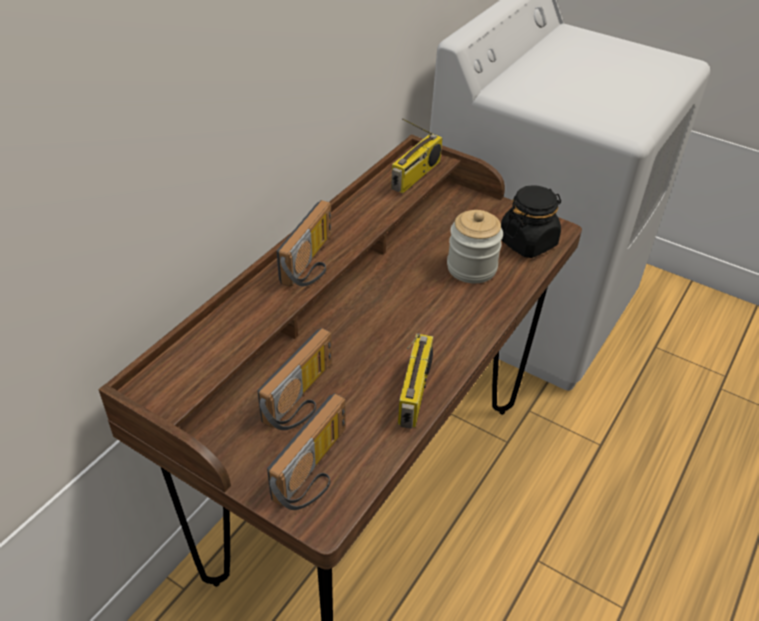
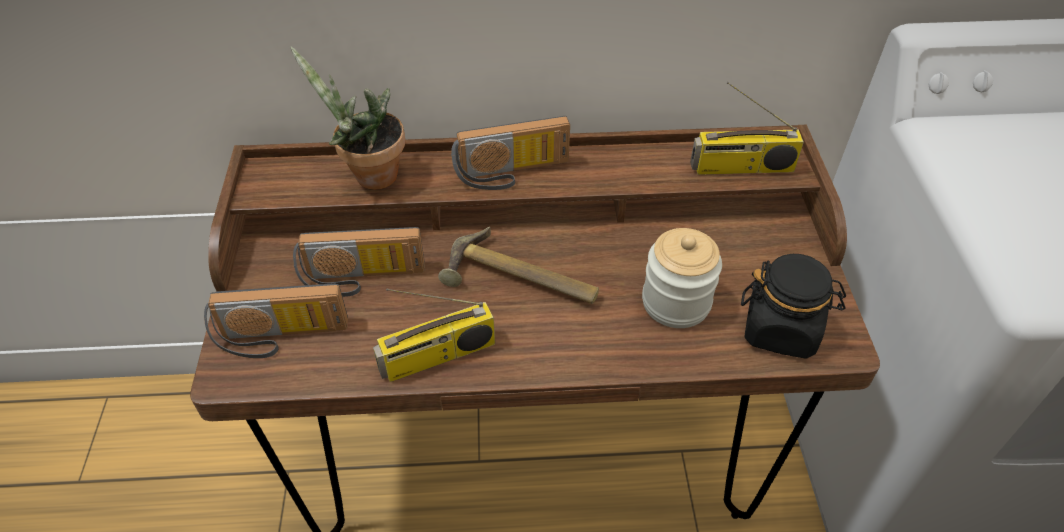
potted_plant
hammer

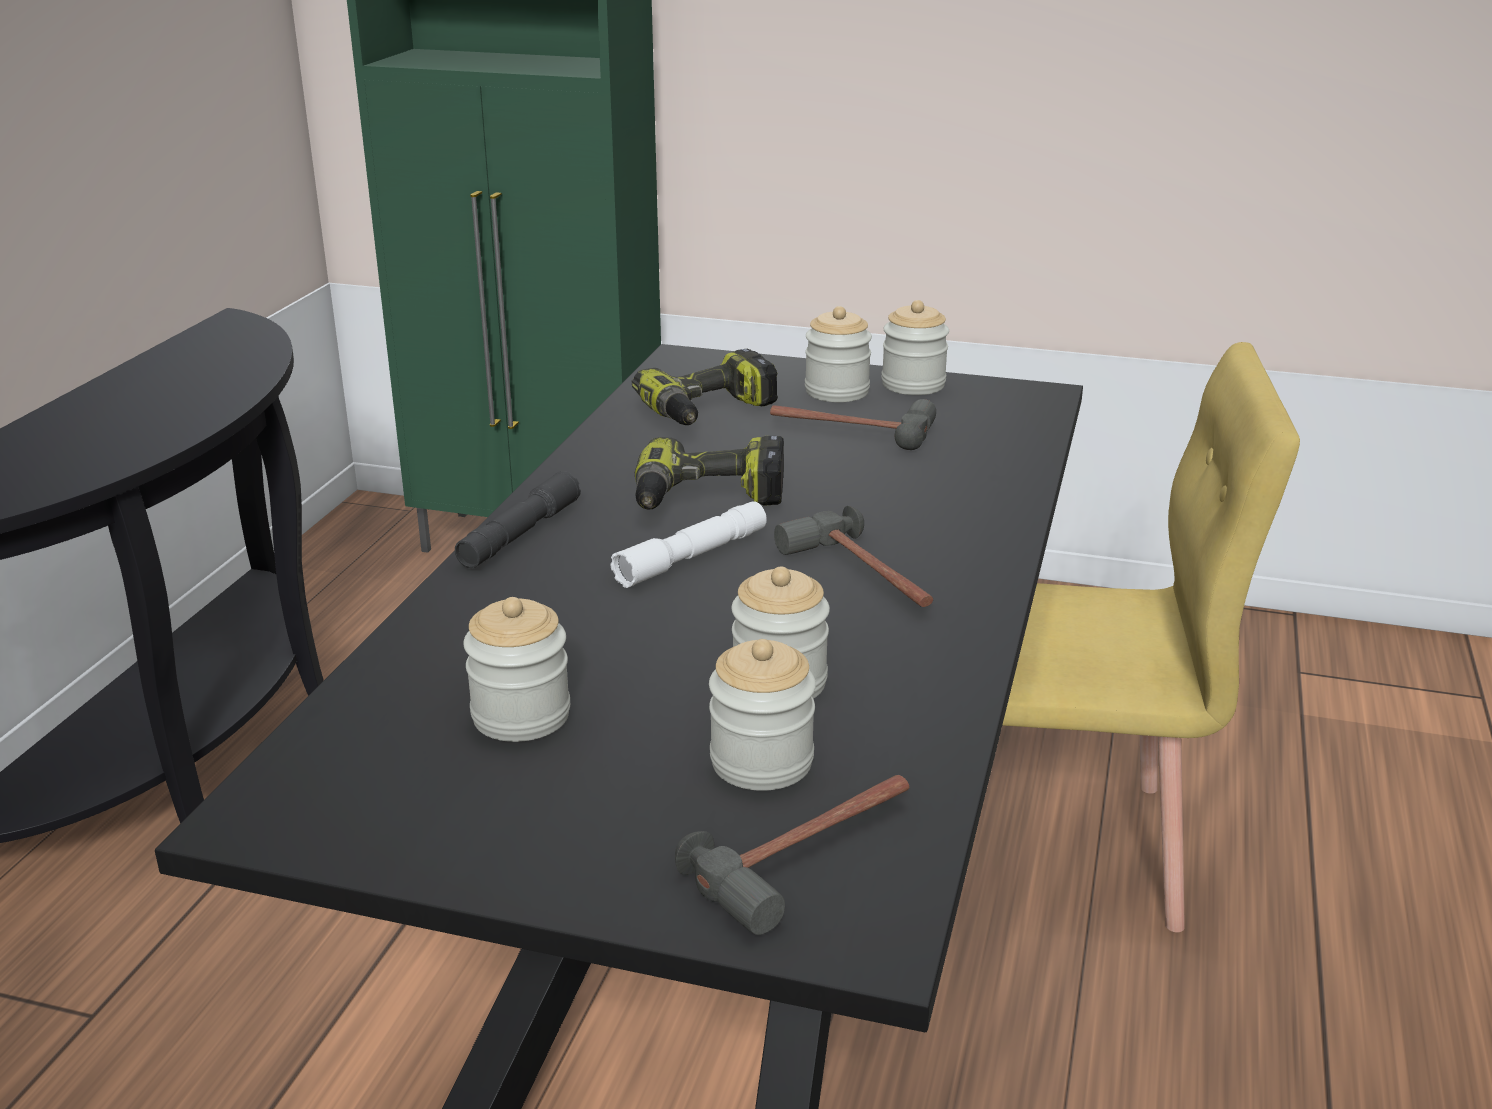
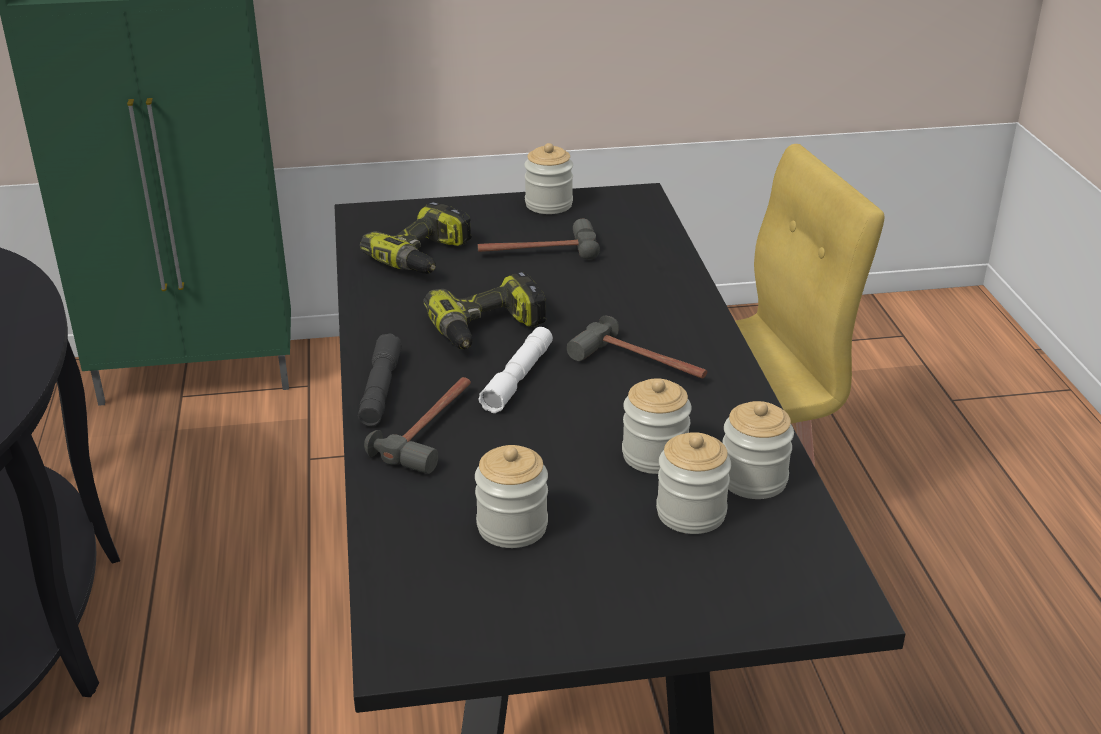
jar (5th from left)
hammer (1st from left)

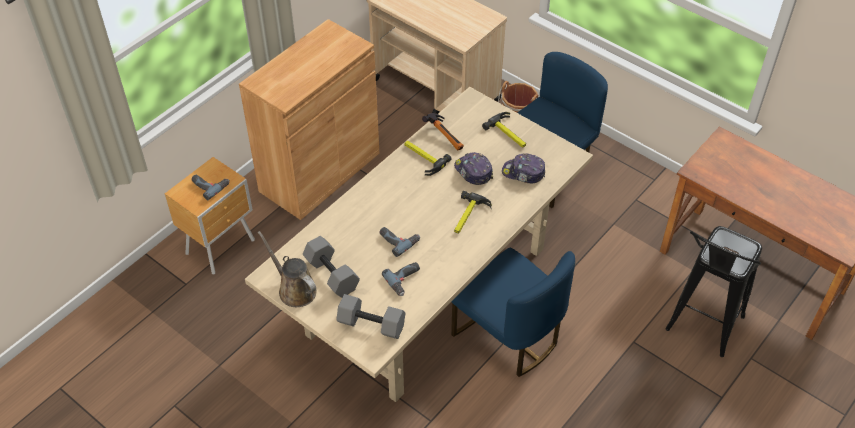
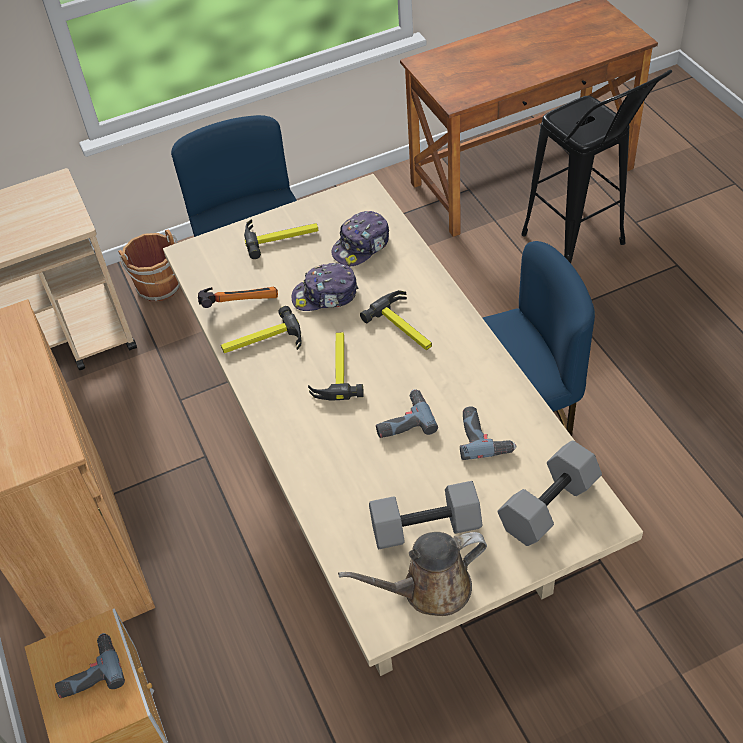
hammer (4th from left)

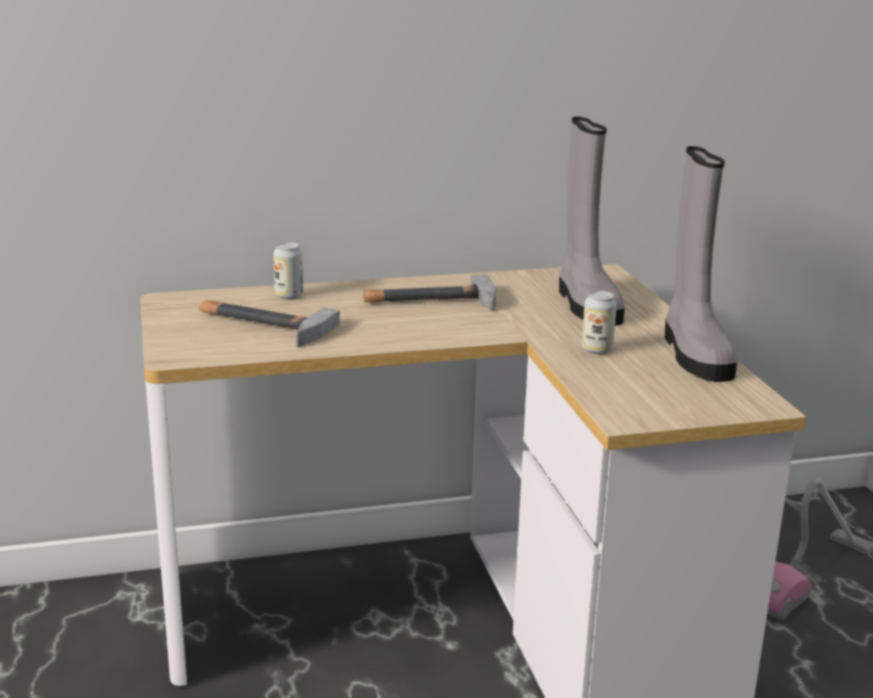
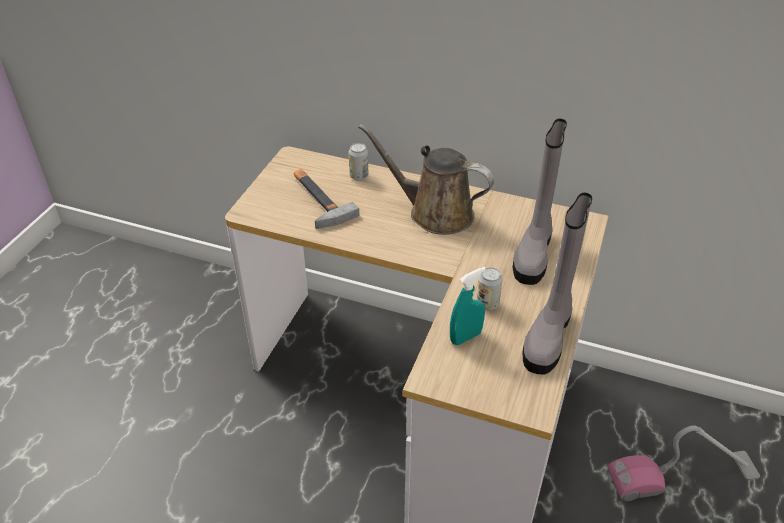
brown_watering_can
turquoise_spray_bottle

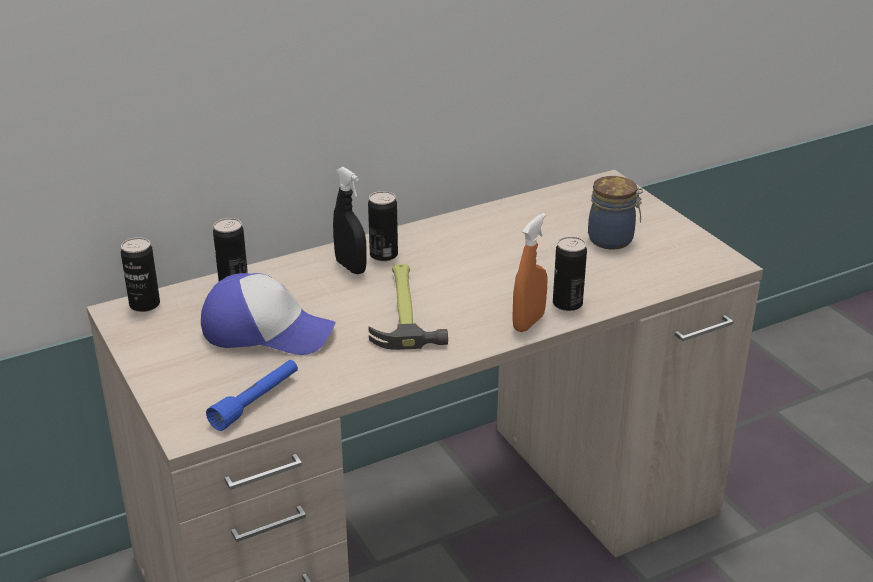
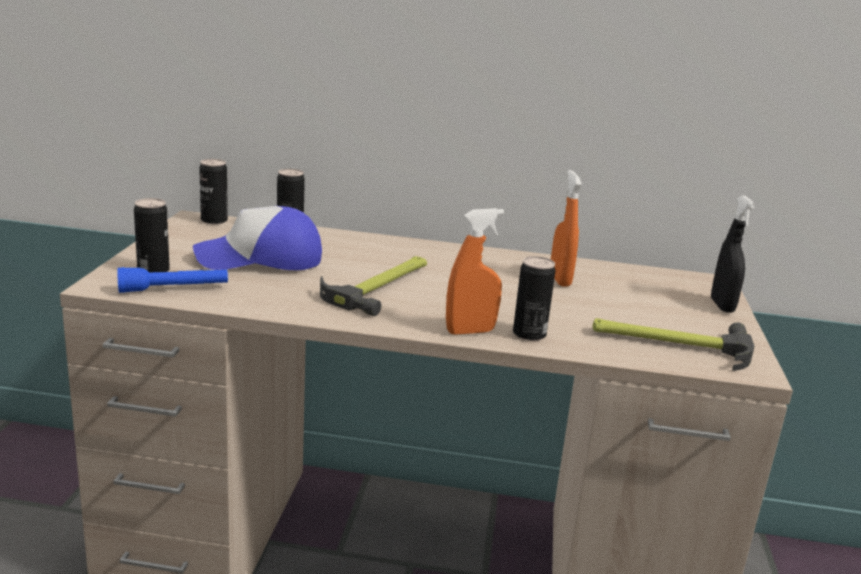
black_spray_bottle
jar
can (1st from left)
cap
orange_spray_bottle (2nd from left)
hammer (2nd from left)

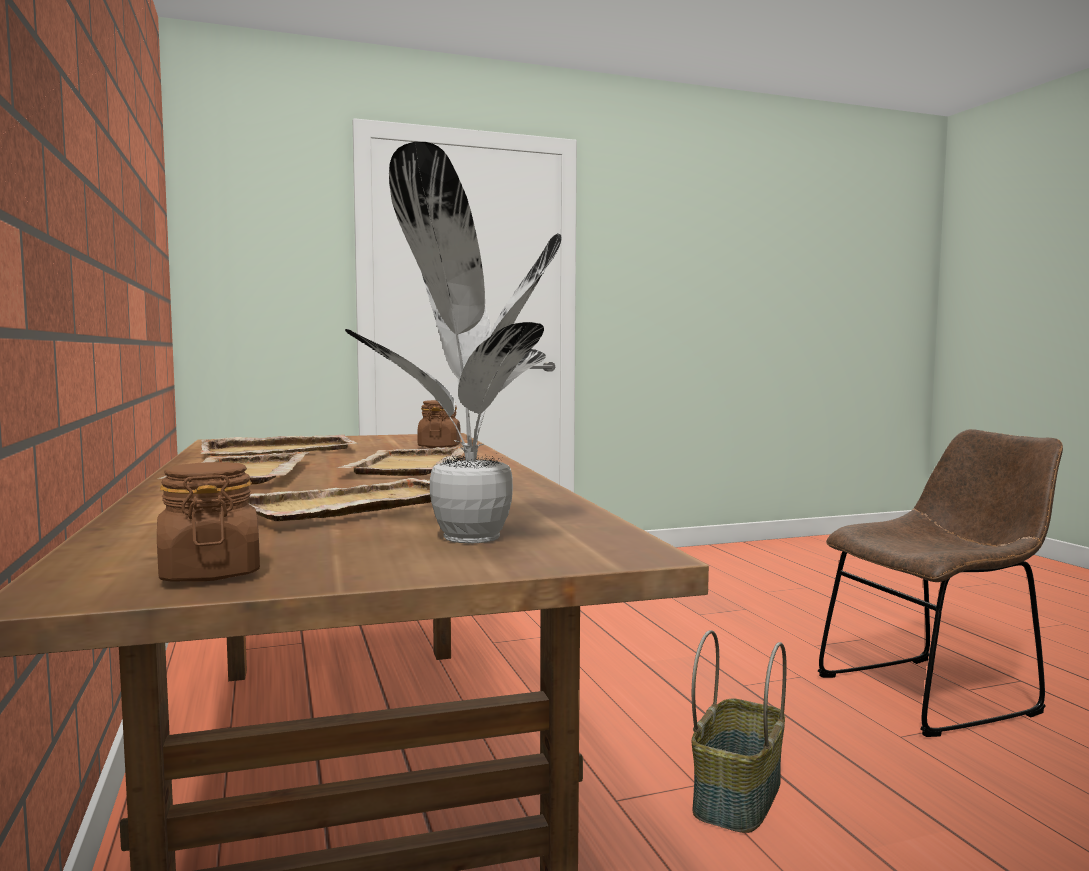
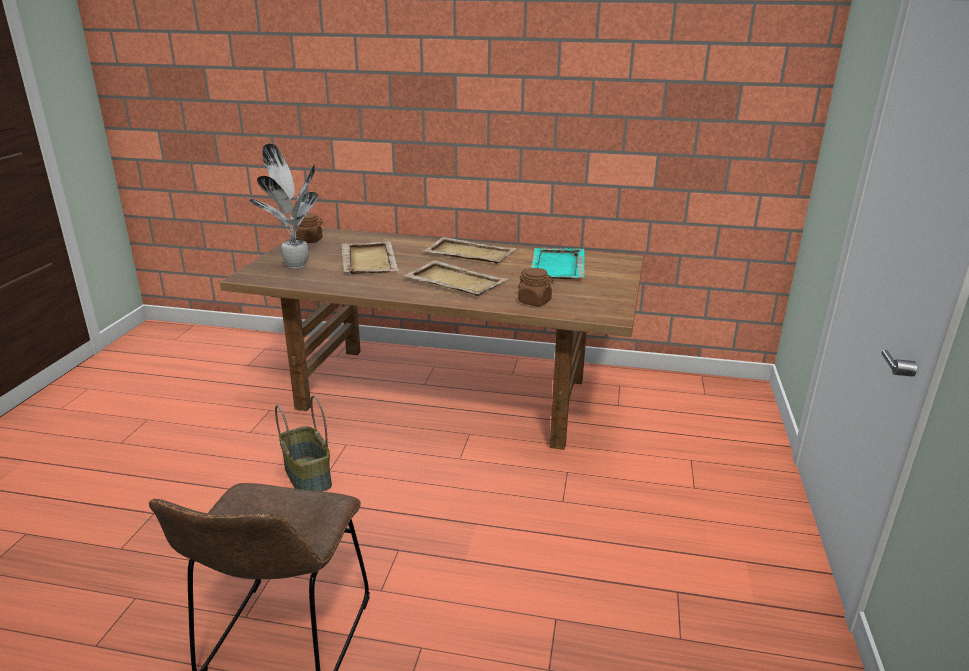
turquoise_tray

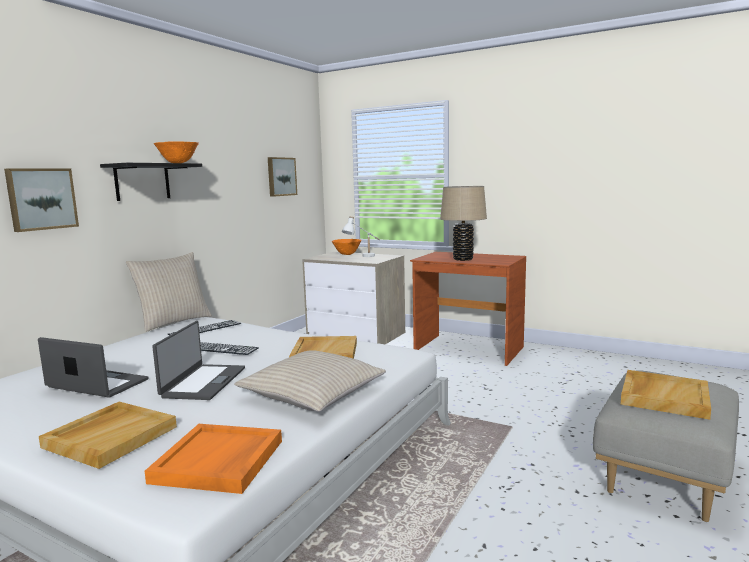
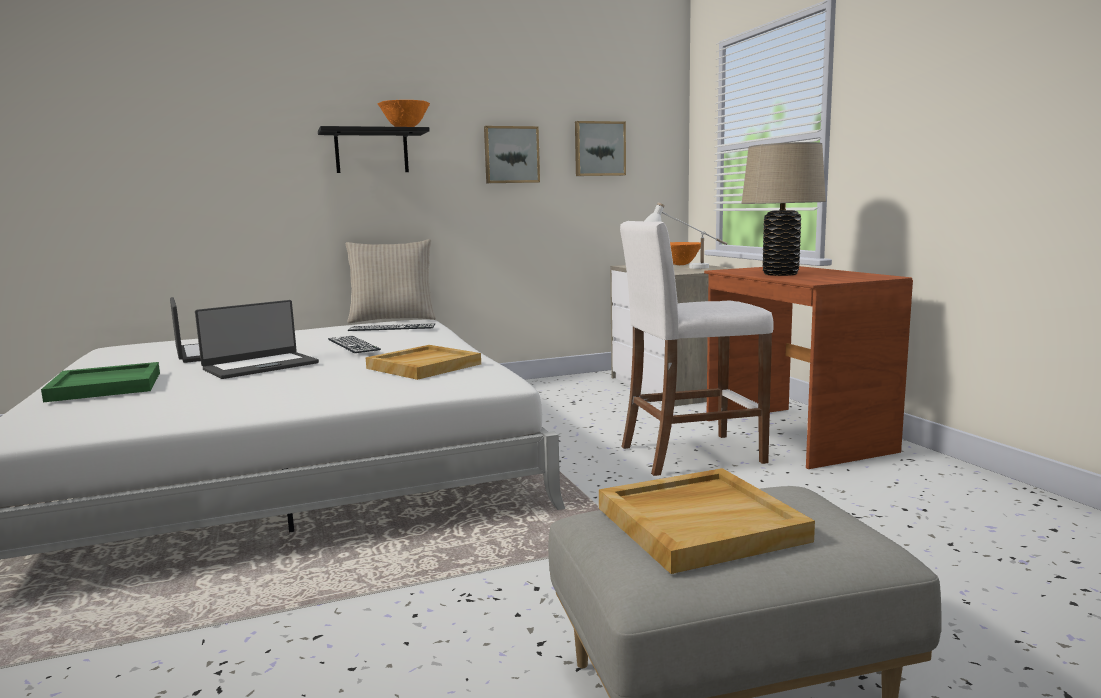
picture (1st from left)
beige_pillow (2nd from left in the first image)
green_tray
orange_tray
white_stool

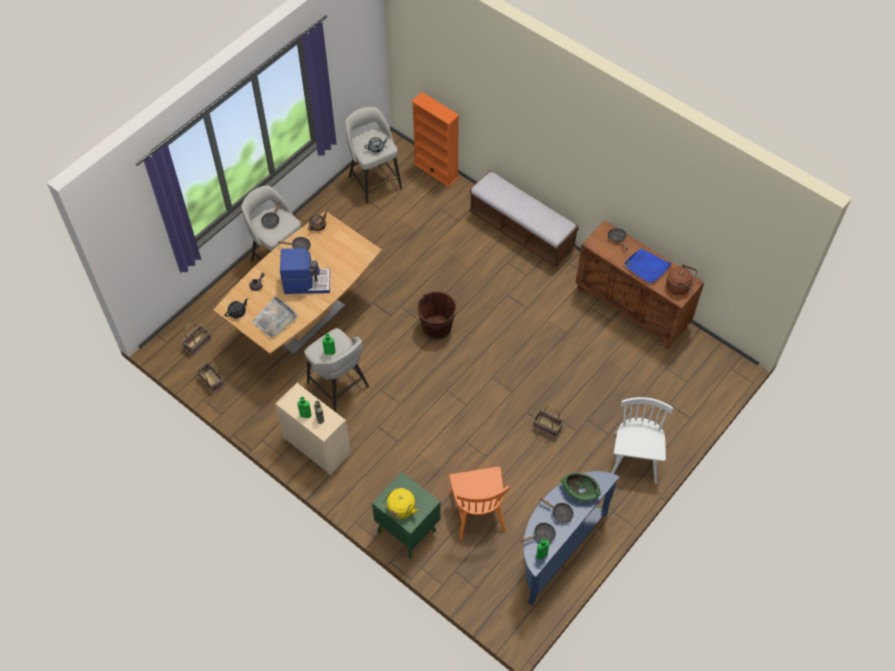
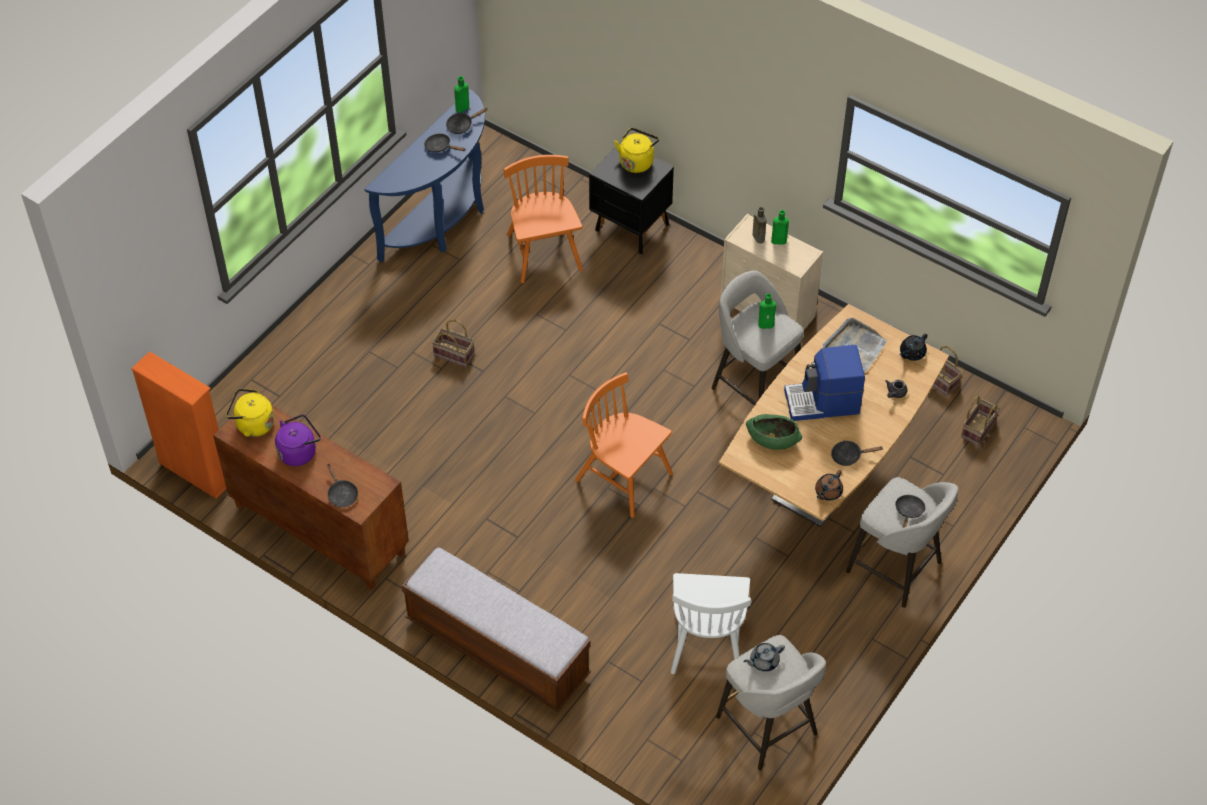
orange_bookcase
purple_kettle
yellow_kettle (1st from left)
orange_chair (2nd from left)
white_chair
black_nightstand
green_bowl

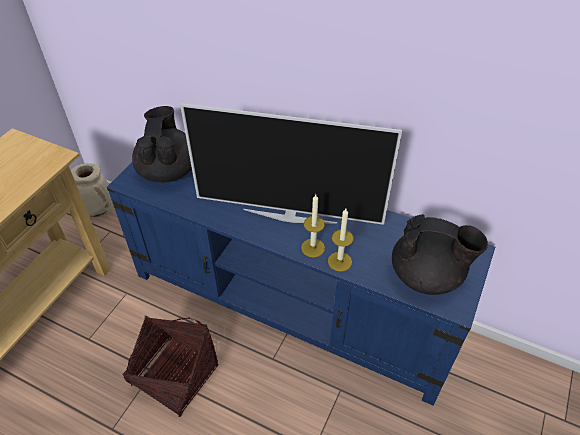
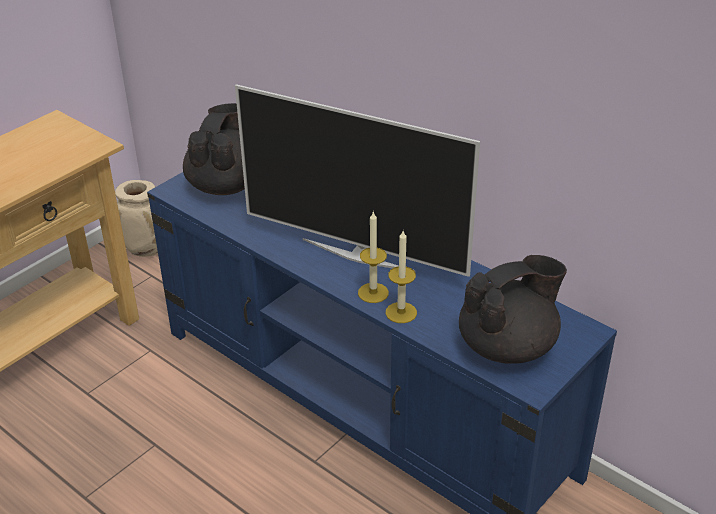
black_teapot (2nd from left)
basket

